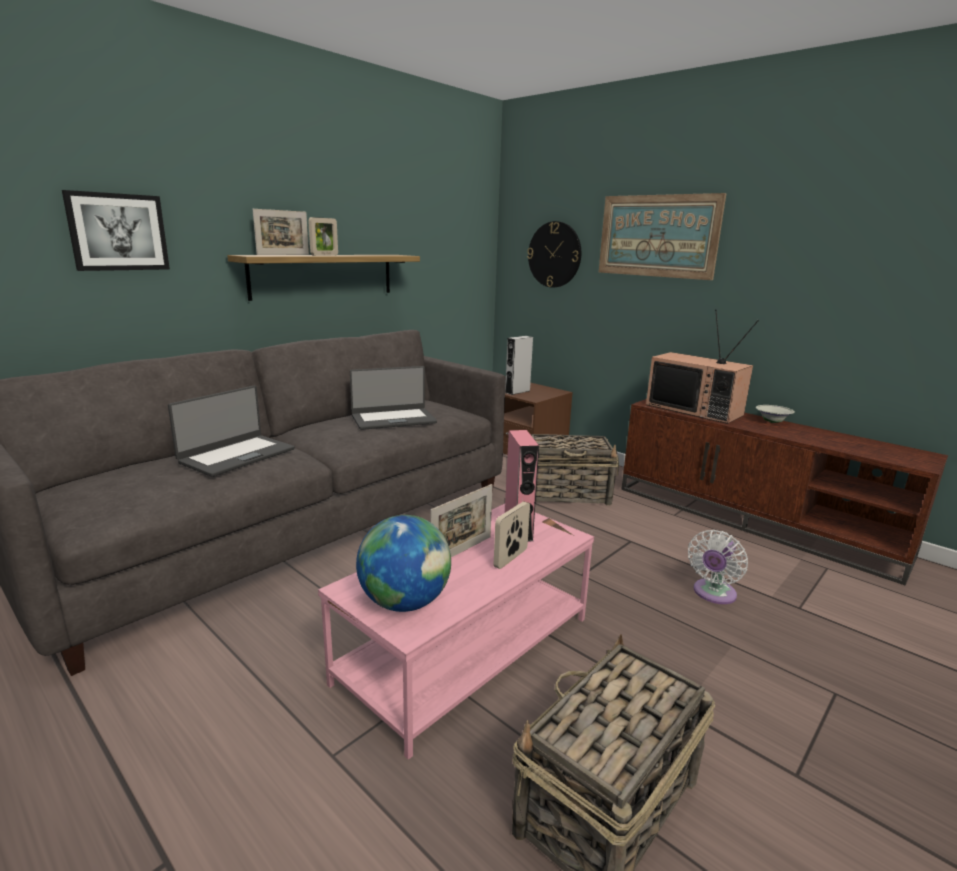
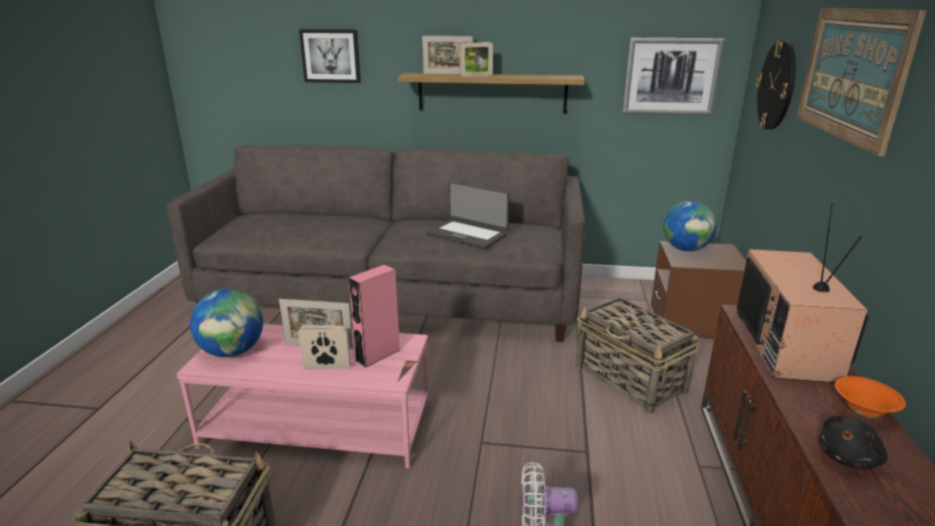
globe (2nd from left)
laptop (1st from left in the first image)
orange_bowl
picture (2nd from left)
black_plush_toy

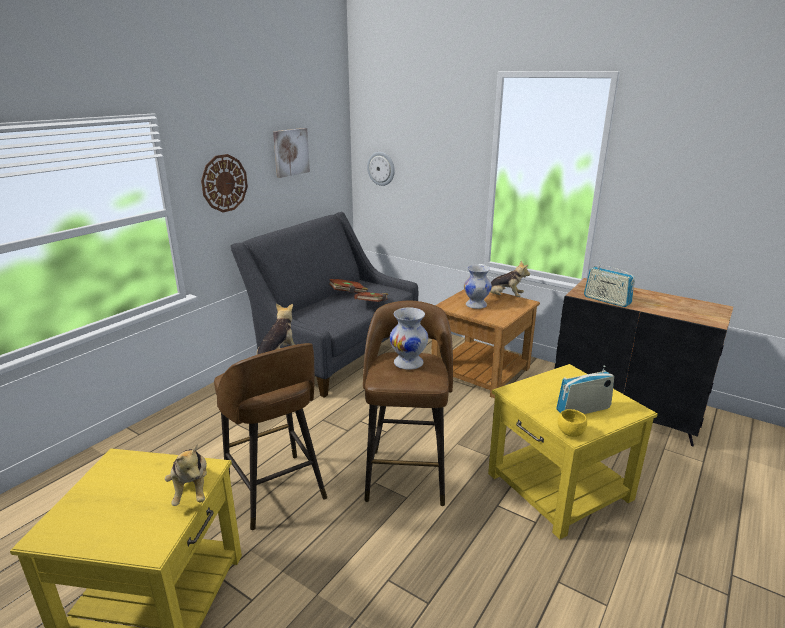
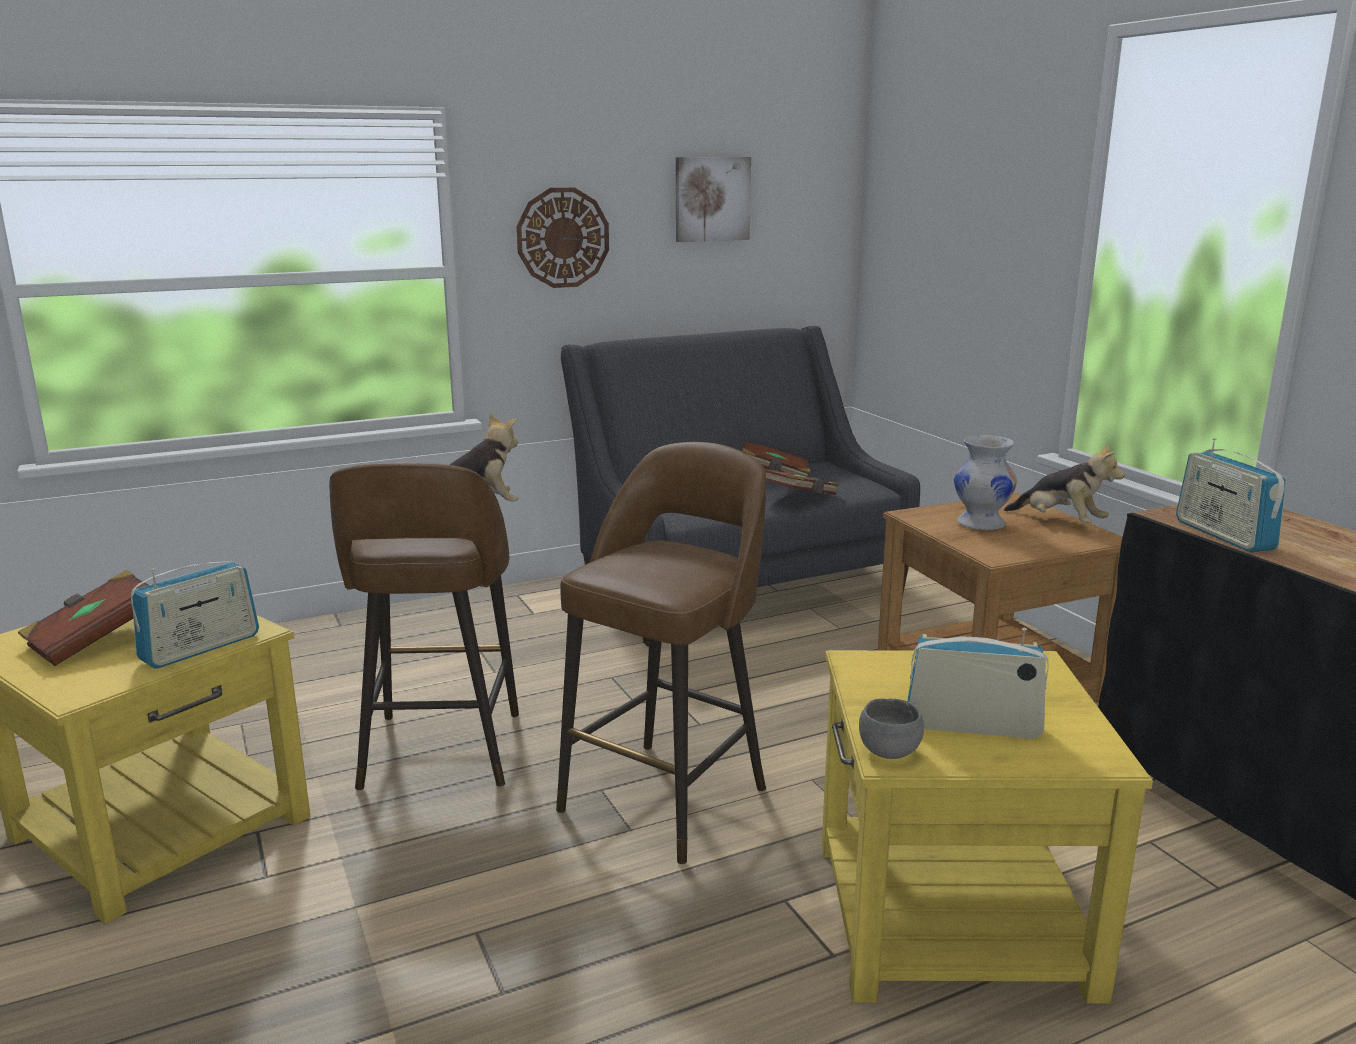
wall_clock (2nd from left in the first image)
white_vase (1st from left in the first image)
grey_bowl
radio (1st from left)
brown_book (1st from left)

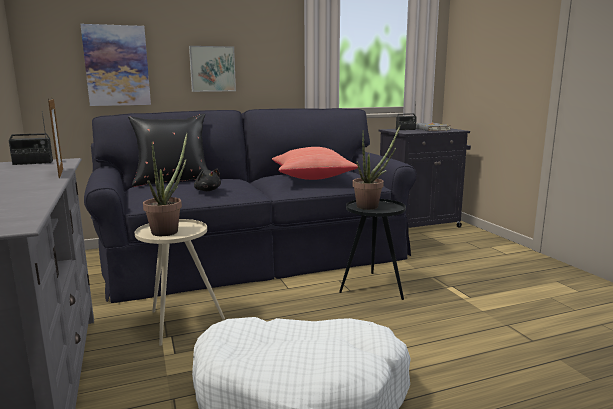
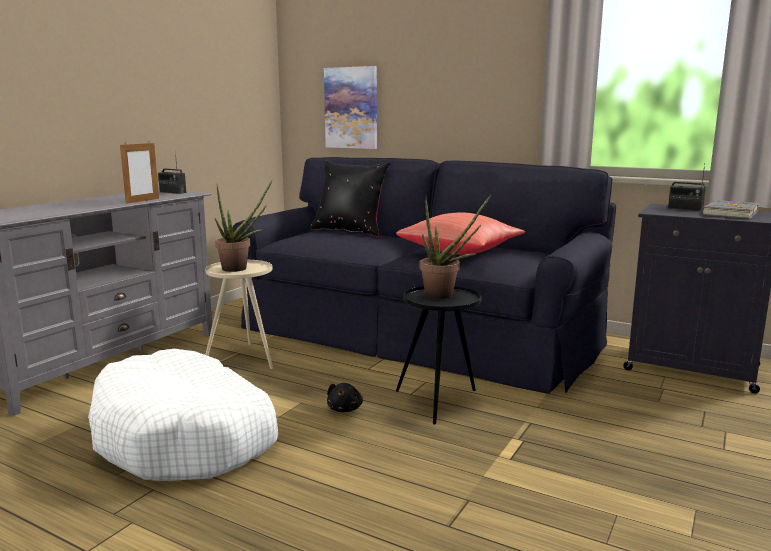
picture (2nd from left in the first image)
black_plush_toy

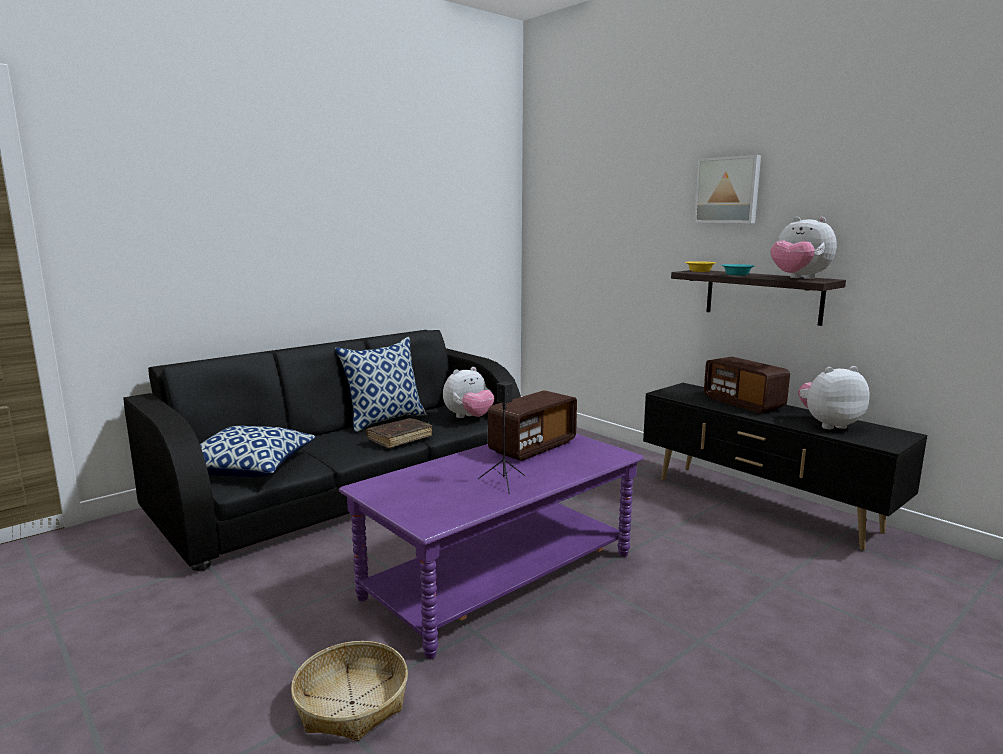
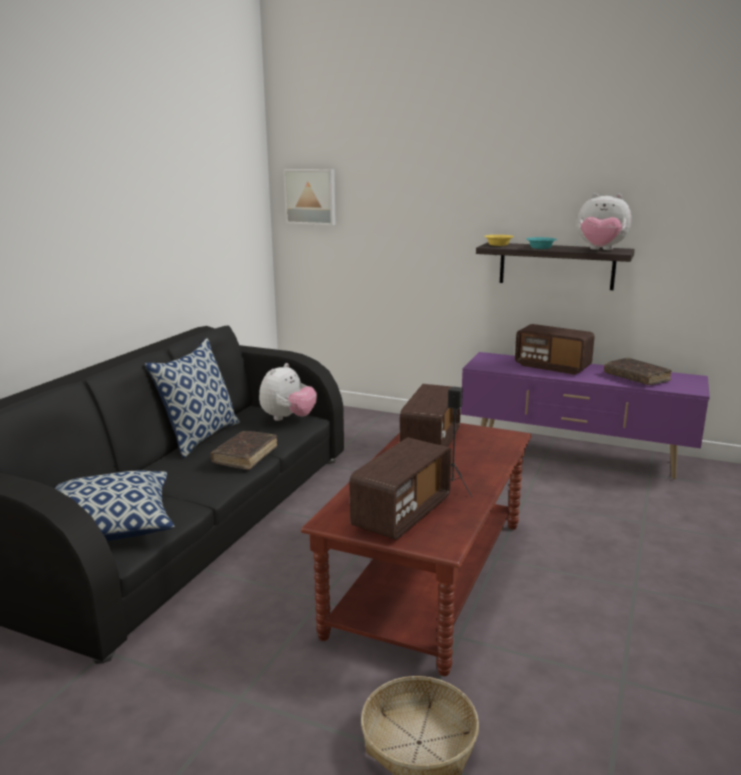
picture
brown_book (2nd from left)
purple_tv_stand
brown_coffee_table
radio (1st from left)

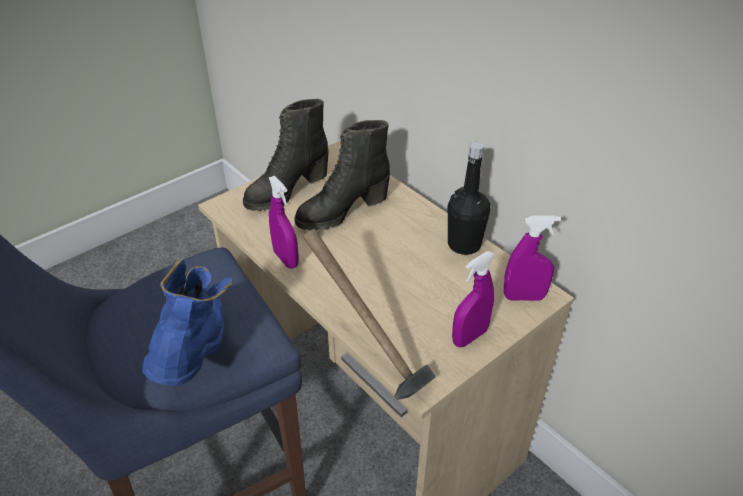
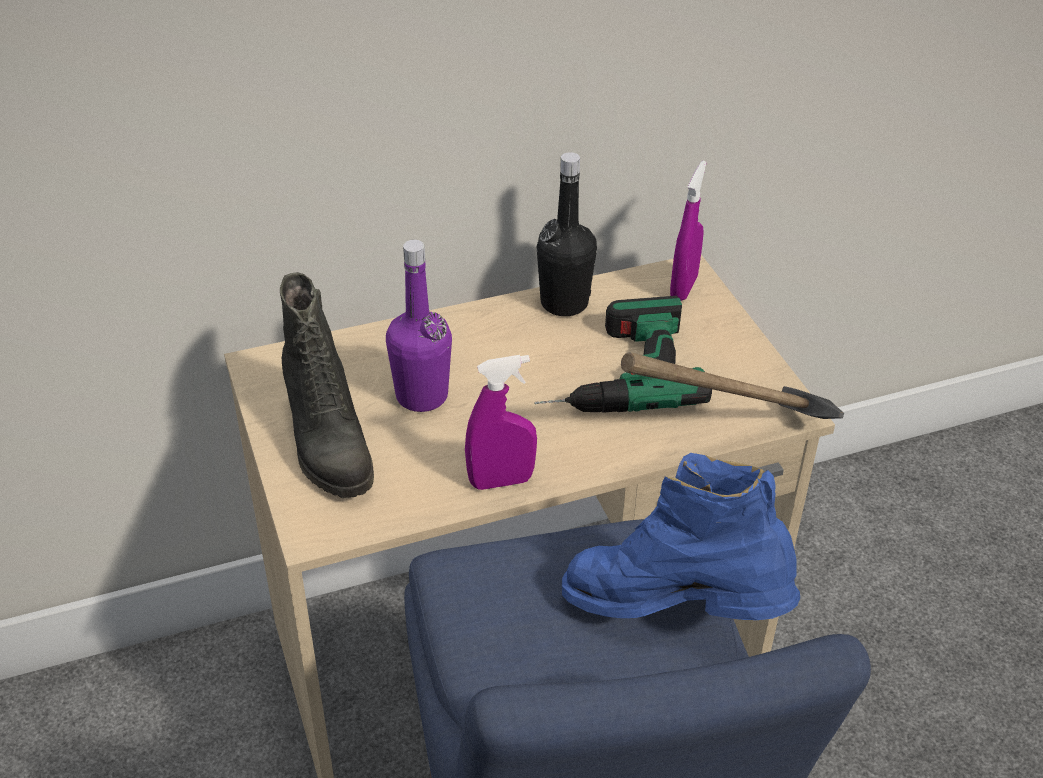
purple_bottle
purple_spray_bottle (2nd from left in the first image)
power_drill

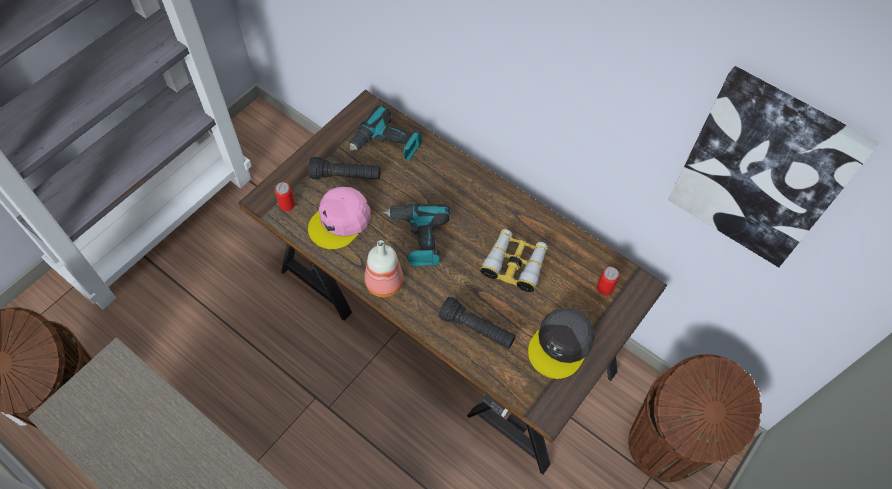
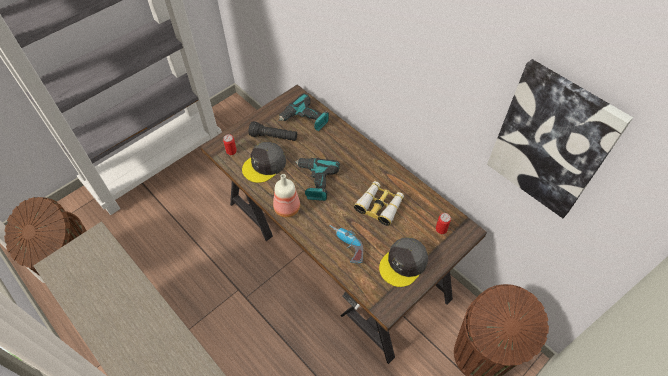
grey_cap (1st from left)
power_drill (3rd from left)

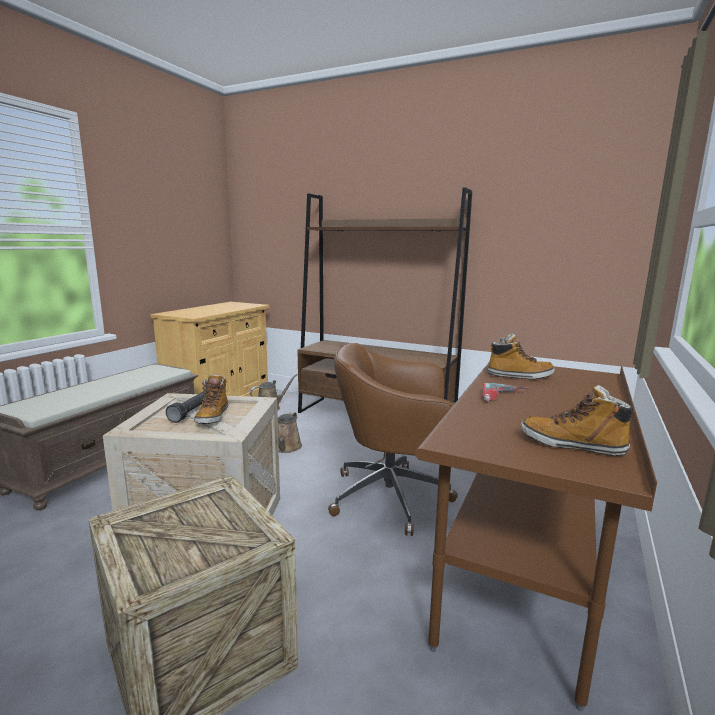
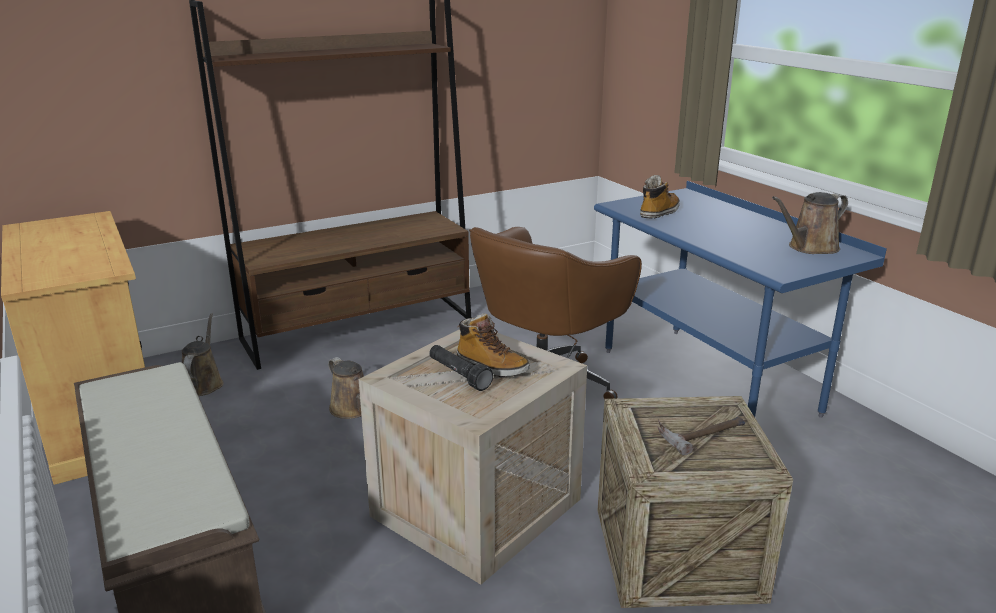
blue_desk
power_drill
brown_watering_can (3rd from left)
hammer

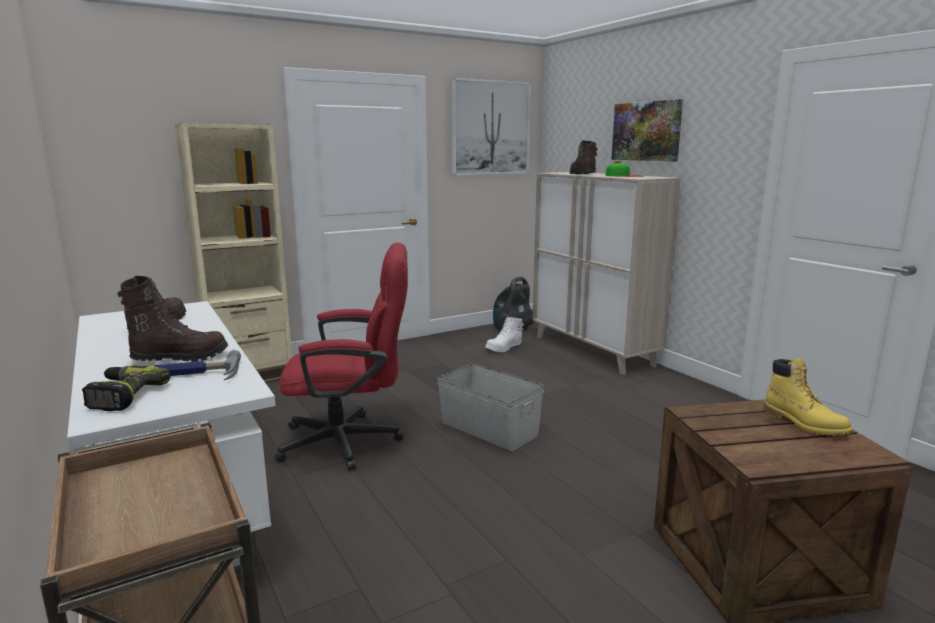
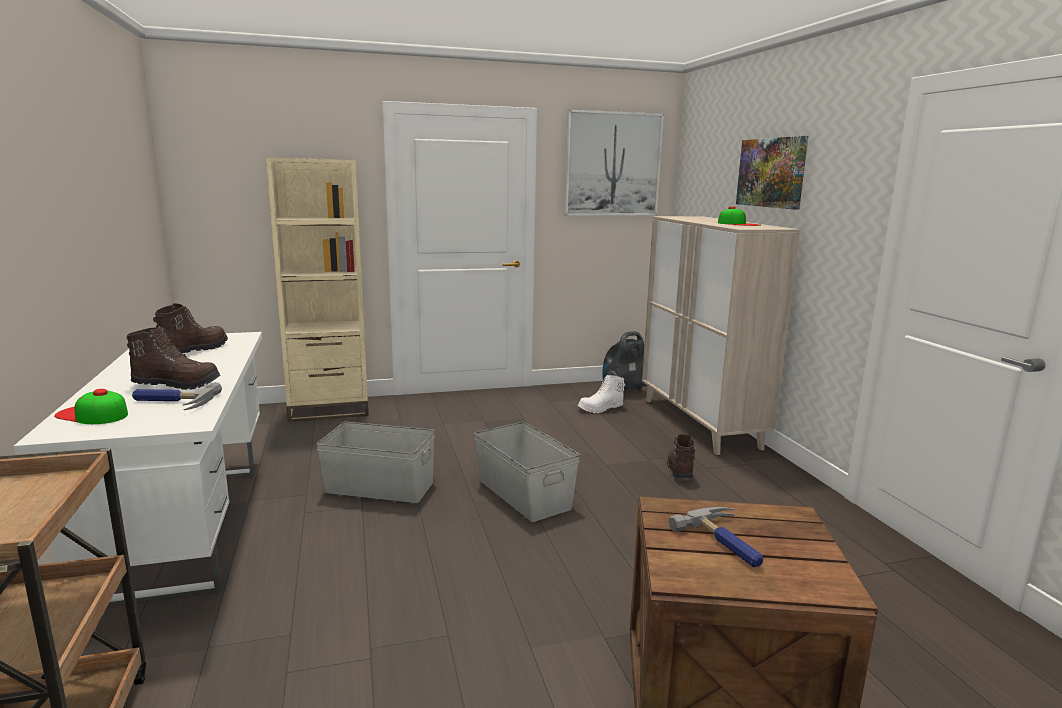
brown_boot (3rd from left)
grey_storage_box (1st from left)
yellow_boot
cap (1st from left)
hammer (2nd from left)

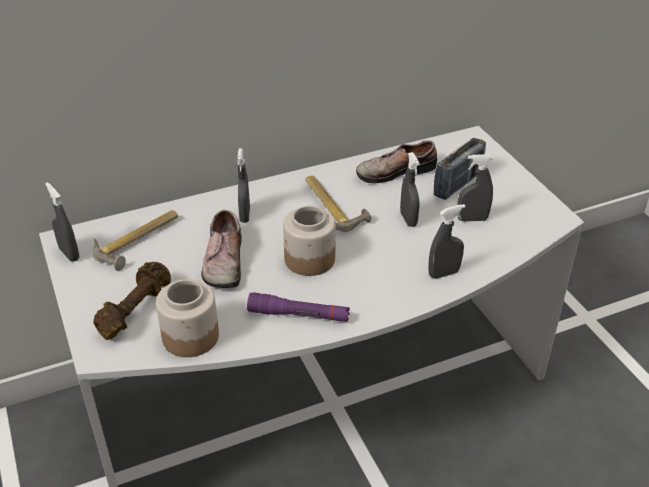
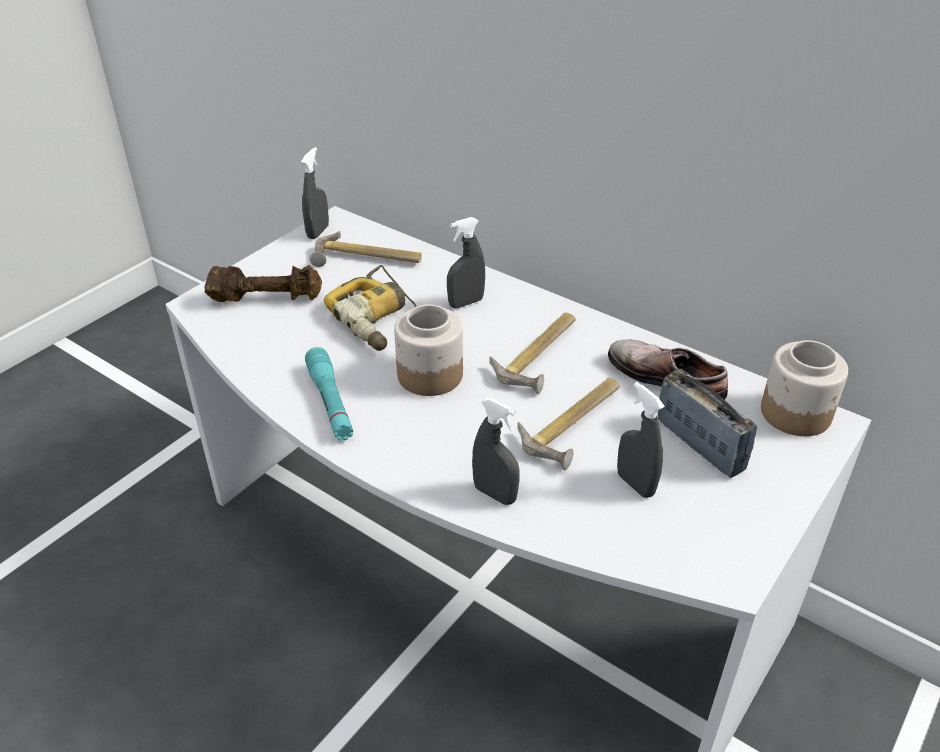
radio
hammer (3rd from left)
power_drill
jar (2nd from left)
turquoise_flashlight

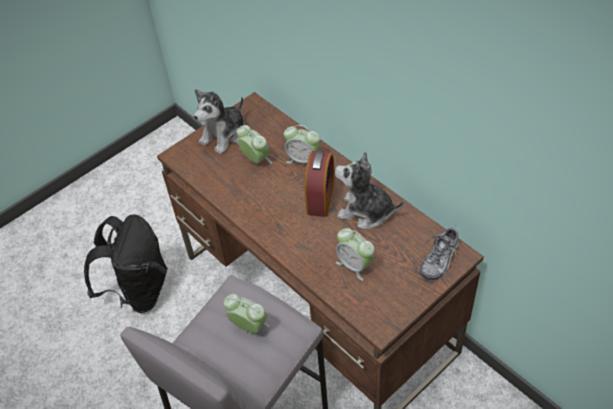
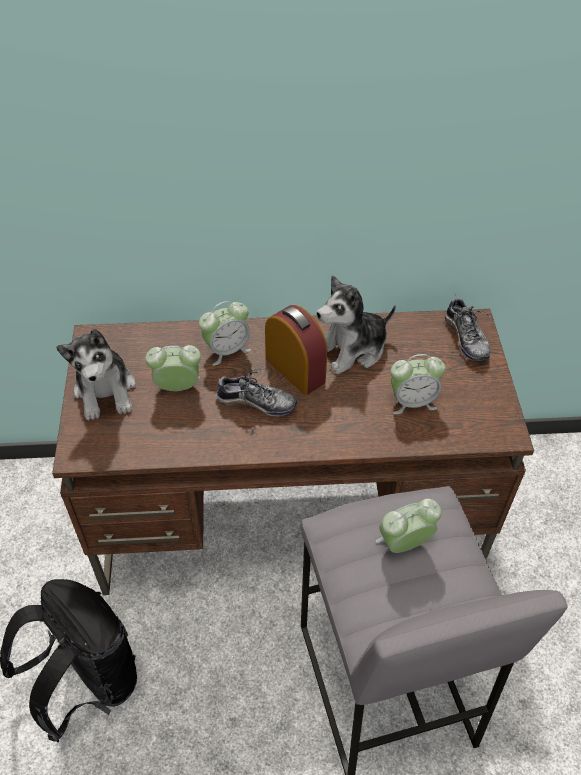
shoe (1st from left)

